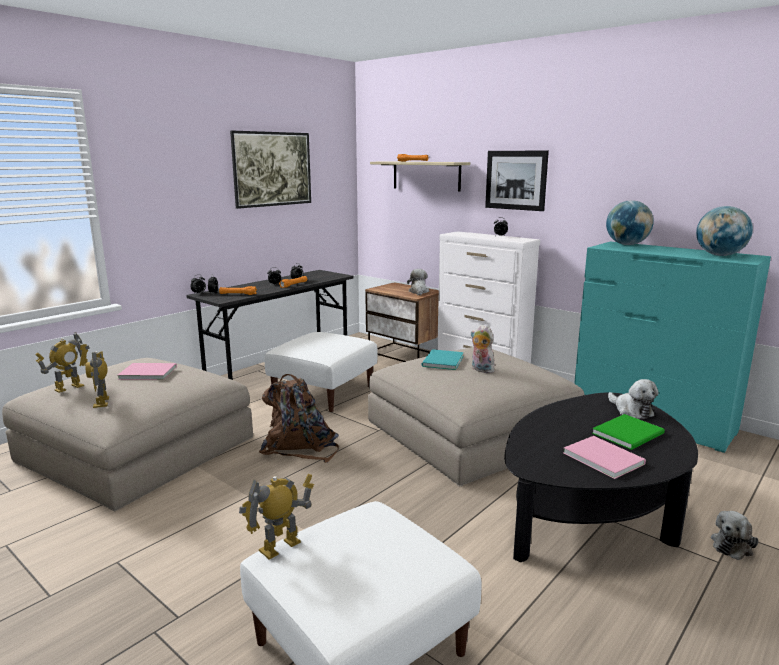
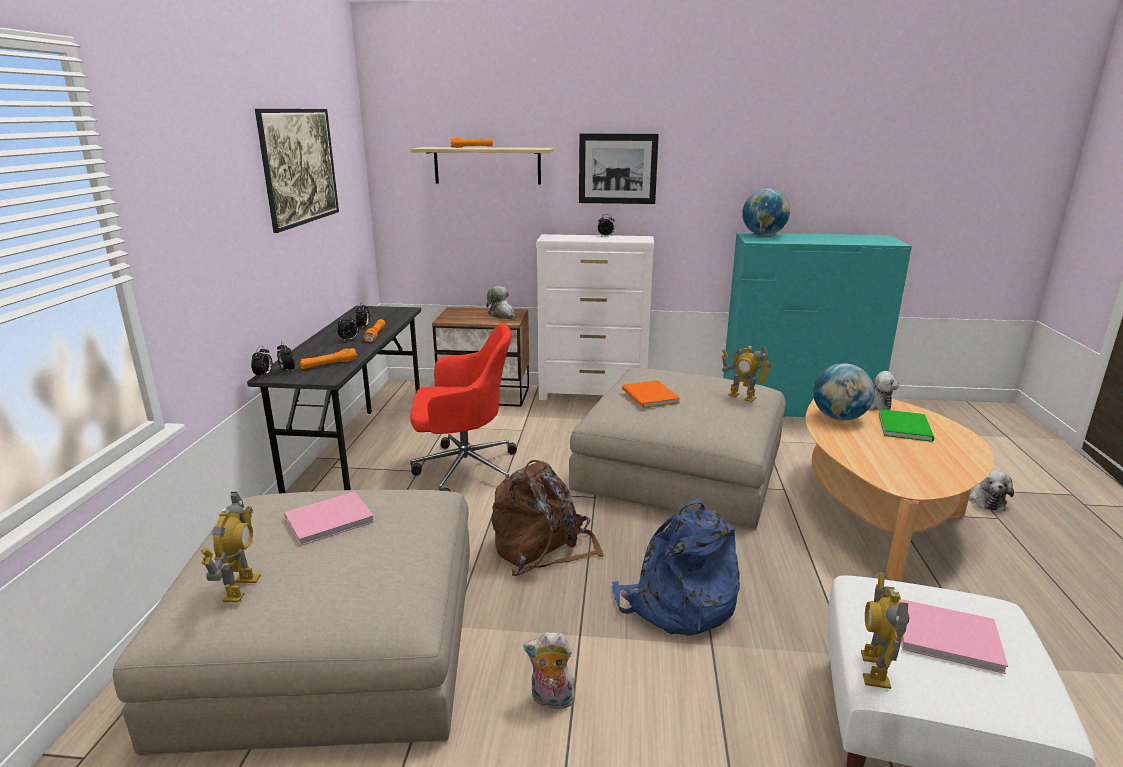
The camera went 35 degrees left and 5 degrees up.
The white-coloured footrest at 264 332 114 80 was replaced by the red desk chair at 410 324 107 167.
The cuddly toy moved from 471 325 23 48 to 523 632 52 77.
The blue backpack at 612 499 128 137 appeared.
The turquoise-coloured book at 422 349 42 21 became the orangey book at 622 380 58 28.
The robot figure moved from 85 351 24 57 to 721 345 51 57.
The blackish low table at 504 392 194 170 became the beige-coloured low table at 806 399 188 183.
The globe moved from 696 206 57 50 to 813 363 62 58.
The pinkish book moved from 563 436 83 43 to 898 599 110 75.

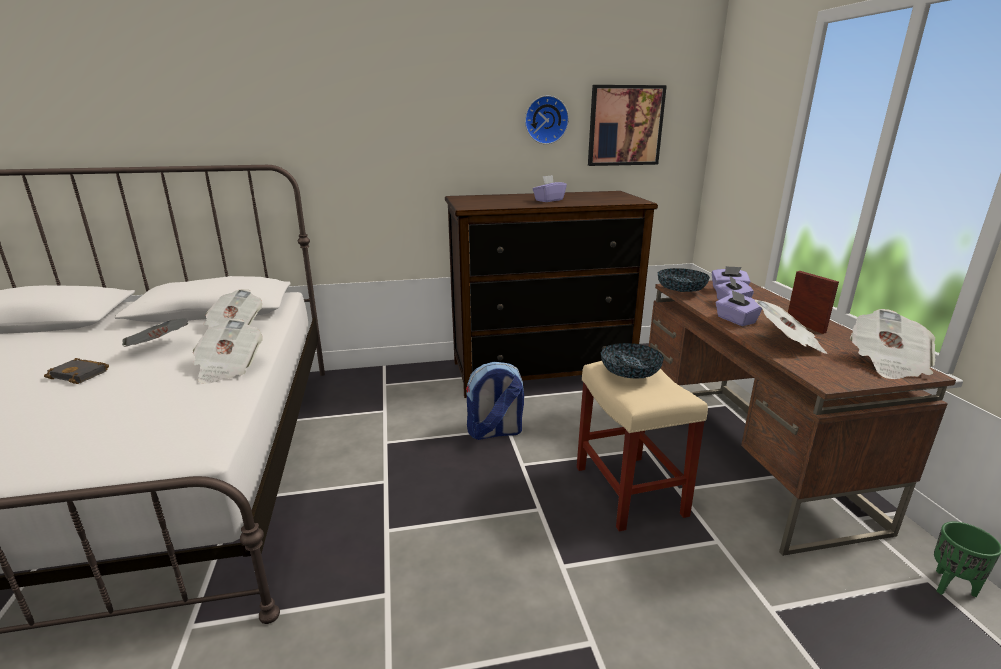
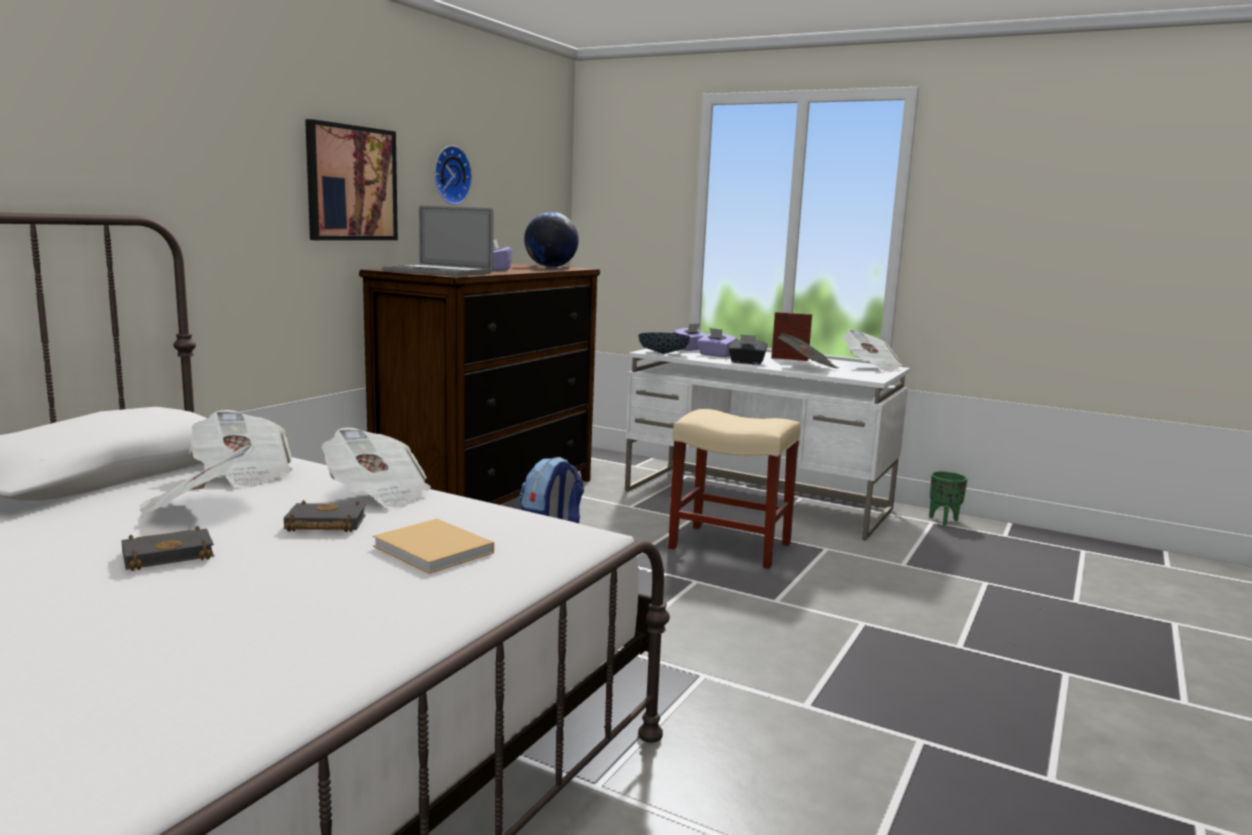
The camera went 50 degrees left and 10 degrees down.
The blackish book at 284 500 82 32 appeared.
The wall art moved from 588 85 79 81 to 305 119 93 121.
The beige-coloured book at 373 519 121 55 appeared.
The laptop at 382 205 112 71 appeared.
The globe at 524 212 55 55 appeared.
The brown-coloured desk table at 649 281 307 275 became the white-coloured desk table at 625 349 285 191.
The purple box of tissues at 716 290 46 36 became the blackish box of tissues at 729 334 39 31.
The bowl at 601 343 63 36 disappeared.

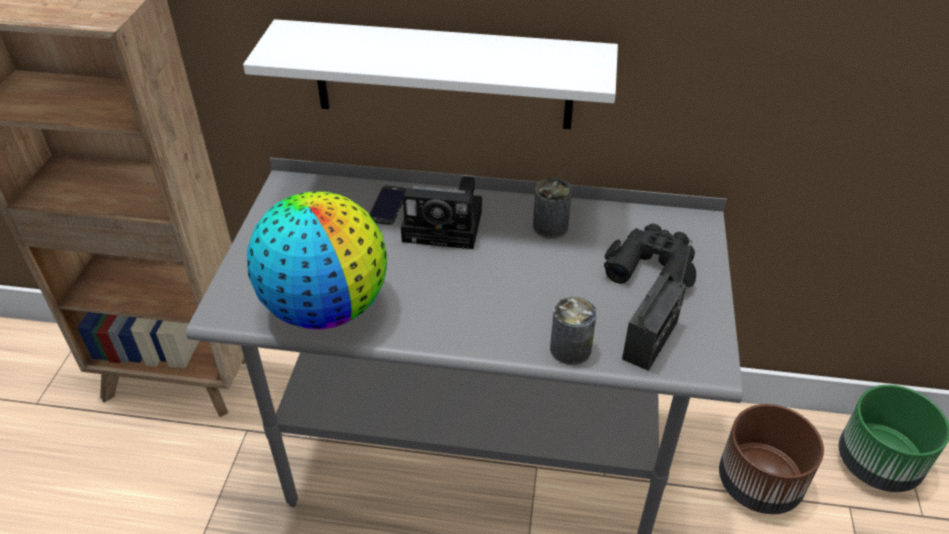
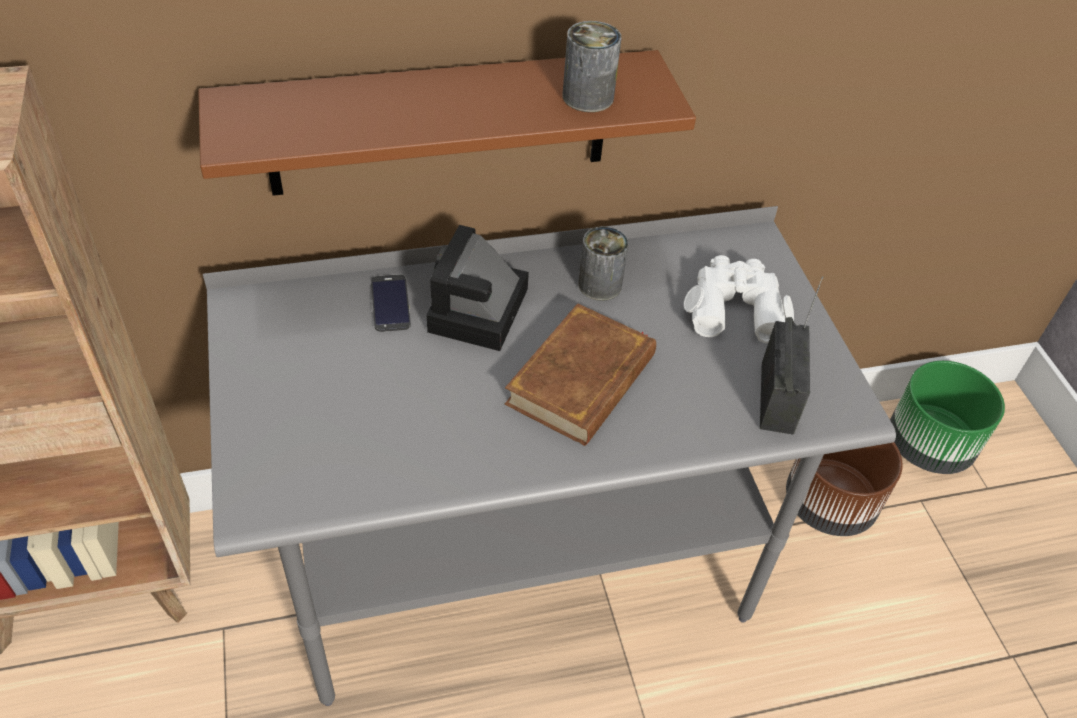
The camera went 25 degrees left and 5 degrees up.
The white-coloured wall shelf at 243 19 375 110 became the brown-coloured wall shelf at 198 50 498 146.
The photo camera at 401 176 81 73 turned 120 degrees clockwise.
The brown-coloured book at 505 303 151 143 appeared.
The metal can moved from 550 296 47 69 to 563 21 58 91.
The blackish binoculars at 604 223 92 64 became the white-coloured binoculars at 684 255 110 89.
The globe at 247 191 140 138 disappeared.

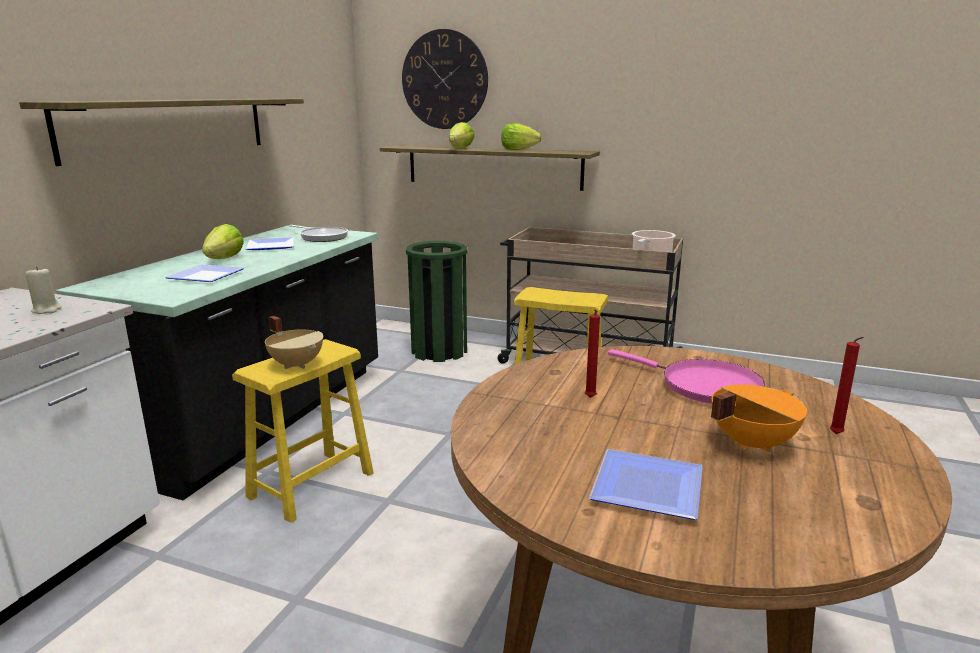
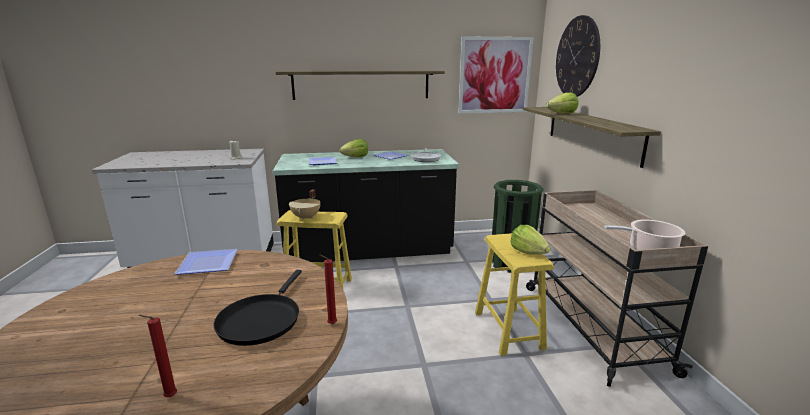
The camera went 60 degrees right and 0 degrees up.
The dinner plate moved from 589 449 114 71 to 174 249 64 26.
The pinkish frying pan at 608 349 157 55 became the blackish frying pan at 214 270 88 76.
The red wax candle moved from 585 309 15 89 to 319 254 18 70.
The wall art at 458 36 76 77 appeared.
The head of lettuce moved from 501 123 40 27 to 511 225 39 30.
The orangey cooking pot at 711 384 96 68 disappeared.

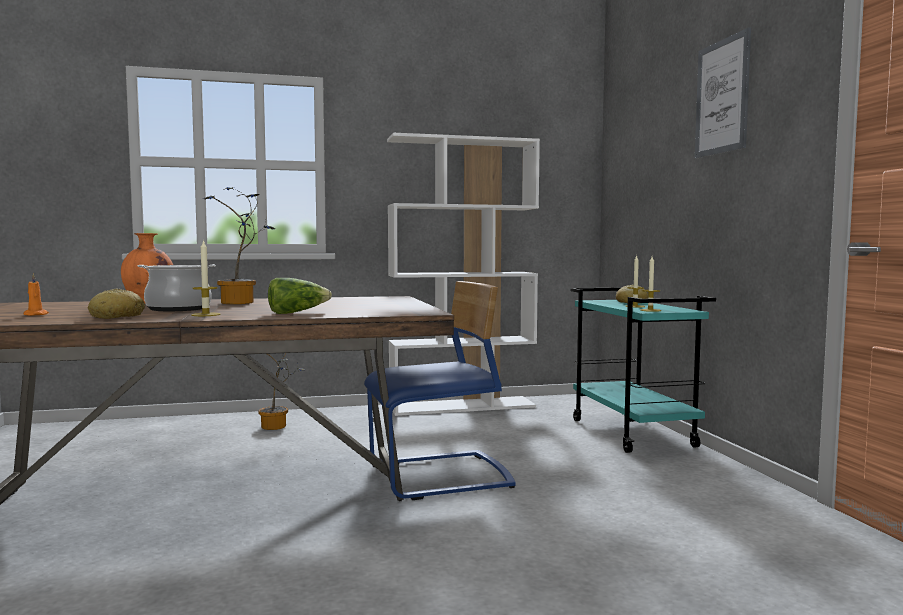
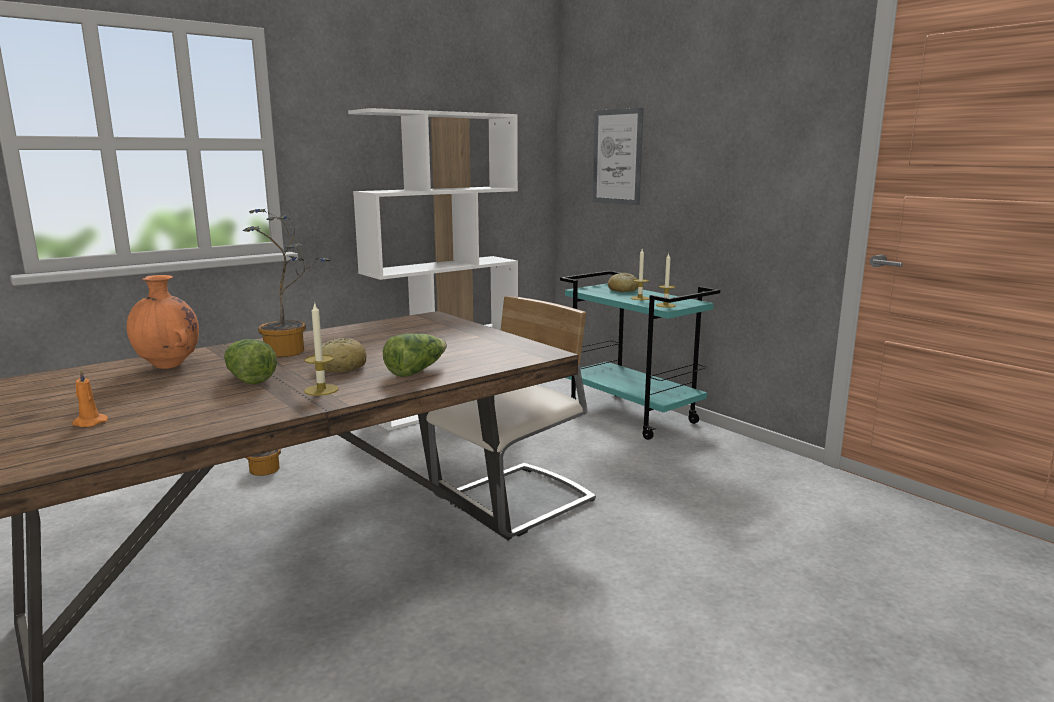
The camera went 25 degrees left and 10 degrees up.
The cooking pot at 138 264 78 47 was replaced by the head of lettuce at 224 339 53 45.
The bread moved from 87 289 58 30 to 314 338 52 35.
The blue plain chair at 364 281 152 219 became the beige-coloured plain chair at 426 296 170 241.
The wall art moved from 695 27 56 131 to 593 108 51 97.

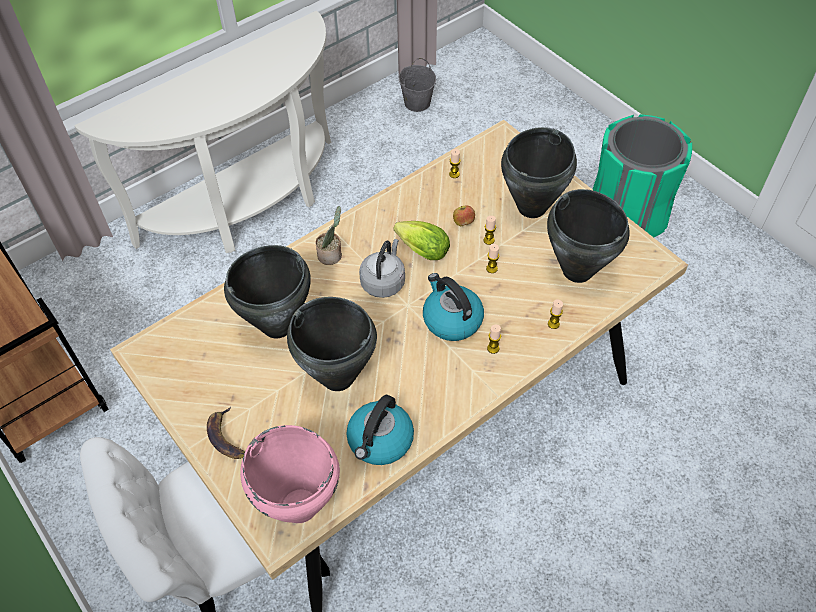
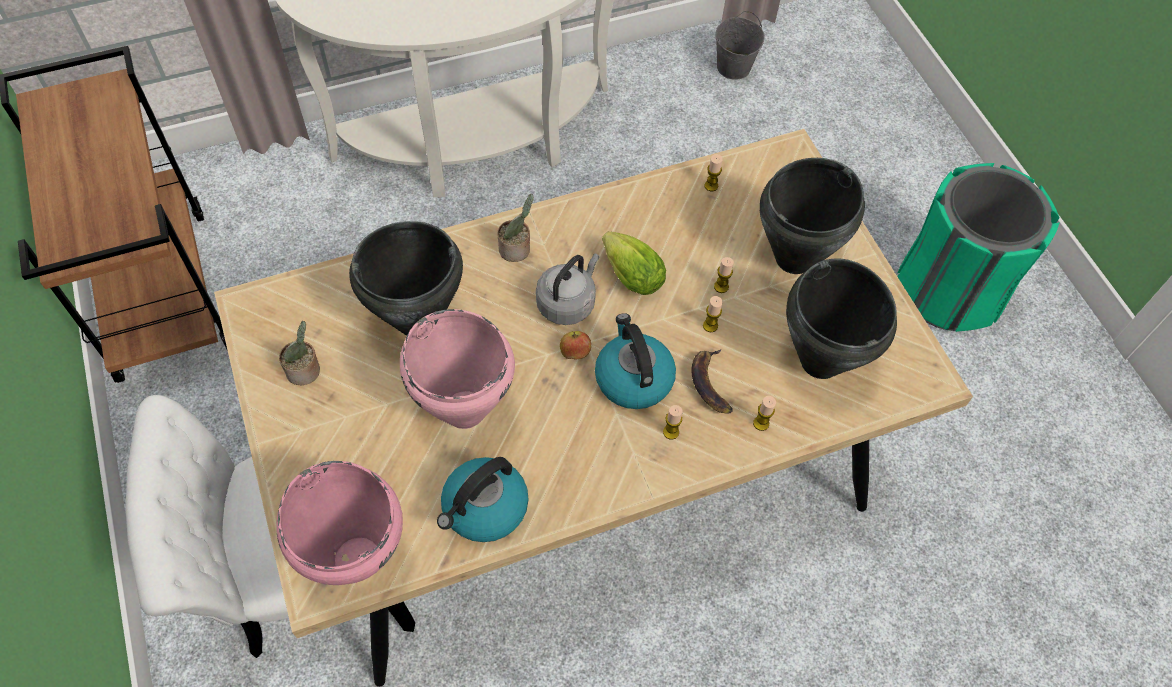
The camera went 15 degrees right and 5 degrees up.
The houseplant at 279 321 41 64 appeared.
The blackish cooking pot at 287 297 90 94 became the pinkish cooking pot at 400 309 115 120.
The whole apple moved from 453 206 22 20 to 560 331 31 29.
The banana fruit moved from 207 407 38 52 to 691 349 42 64.

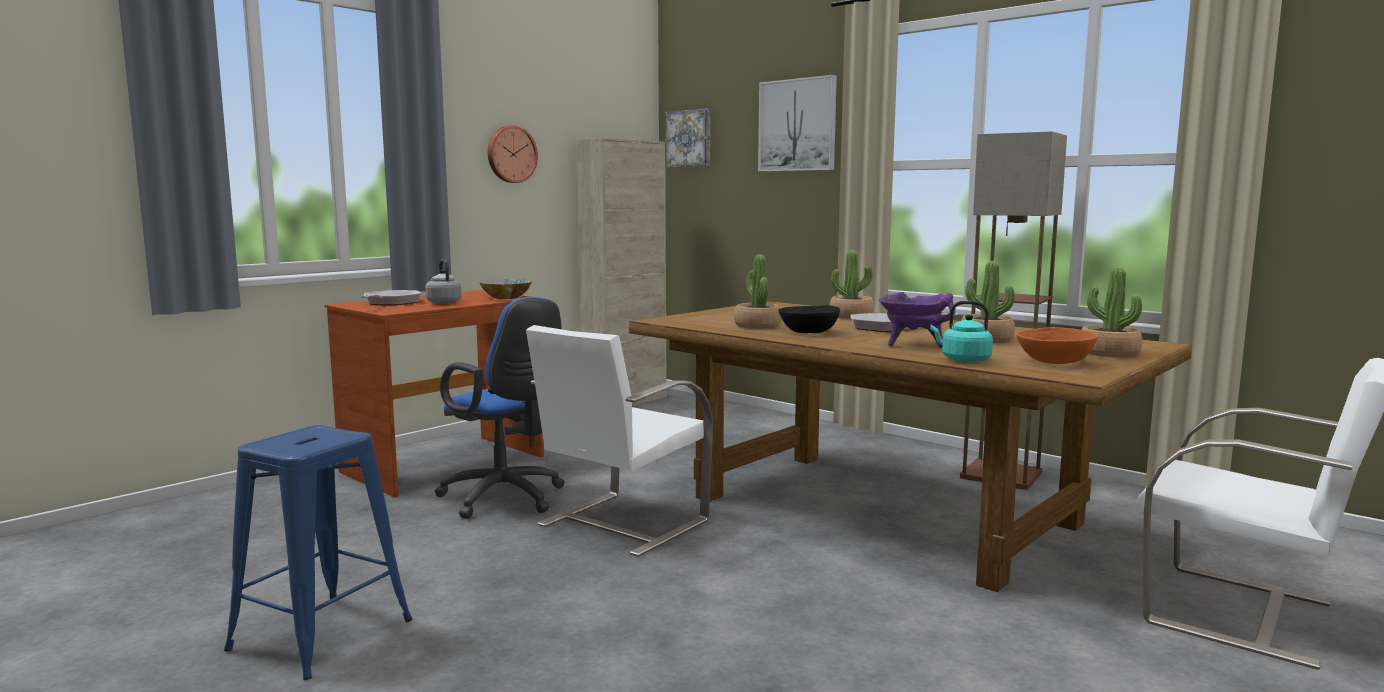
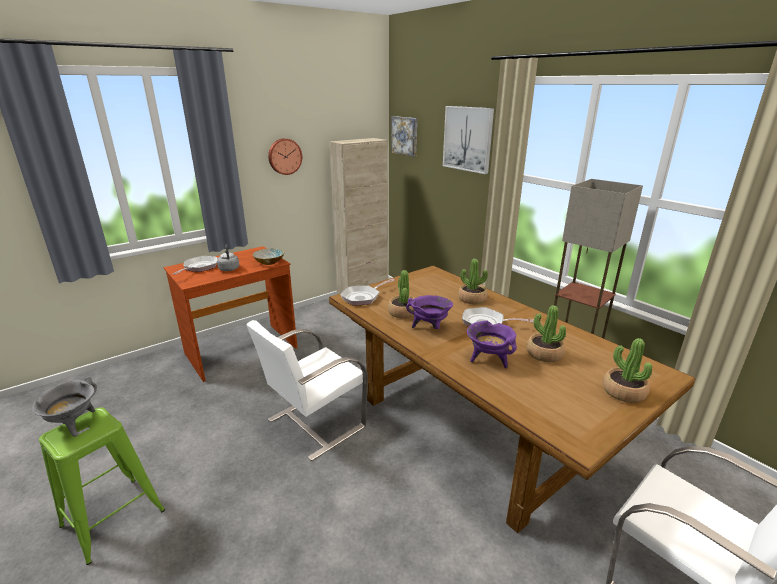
The camera went 10 degrees right and 15 degrees up.
The gray cooking pot at 32 376 65 61 appeared.
The blue stool seat at 224 425 188 255 became the green-coloured stool seat at 39 407 126 158.
The frying pan at 340 279 55 26 appeared.
The blackish bowl at 778 305 62 28 was replaced by the purple cooking pot at 406 295 47 34.
The blue desk chair at 435 297 130 222 disappeared.
The turquoise-coloured tea kettle at 930 301 63 62 disappeared.
The orangey bowl at 1016 327 82 37 disappeared.

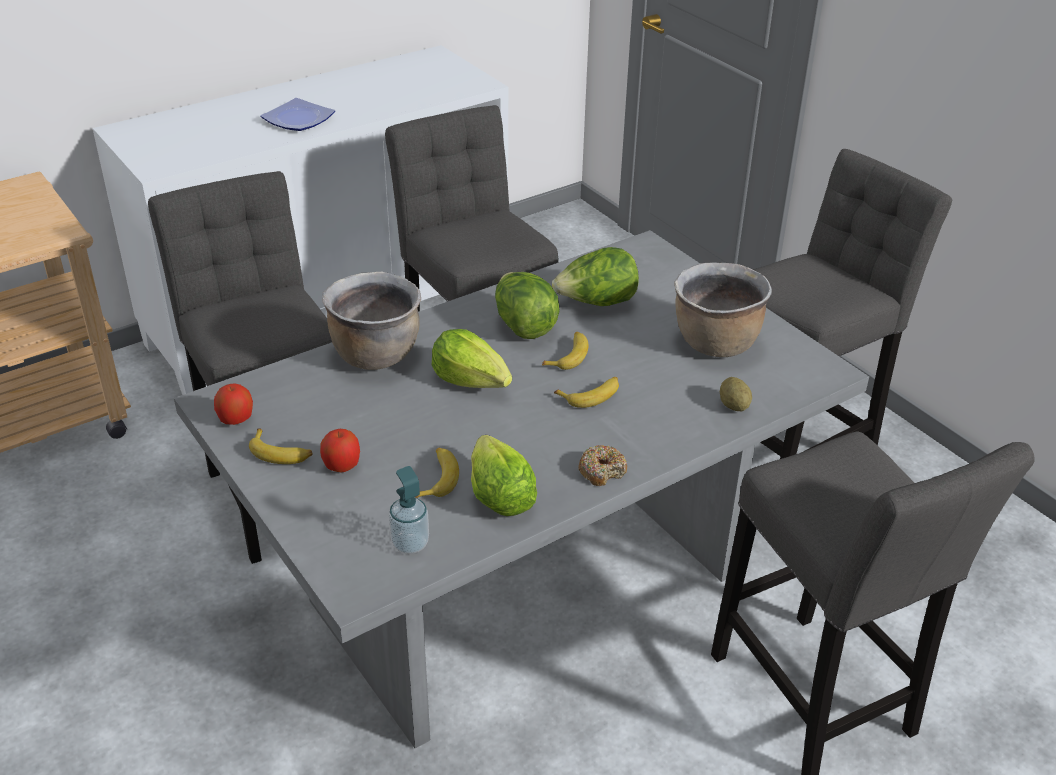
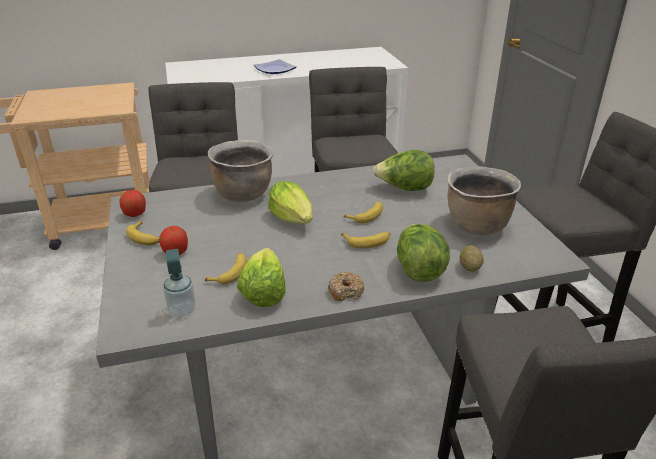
The camera went 20 degrees right and 5 degrees down.
The head of lettuce moved from 495 272 64 67 to 397 224 53 58.

